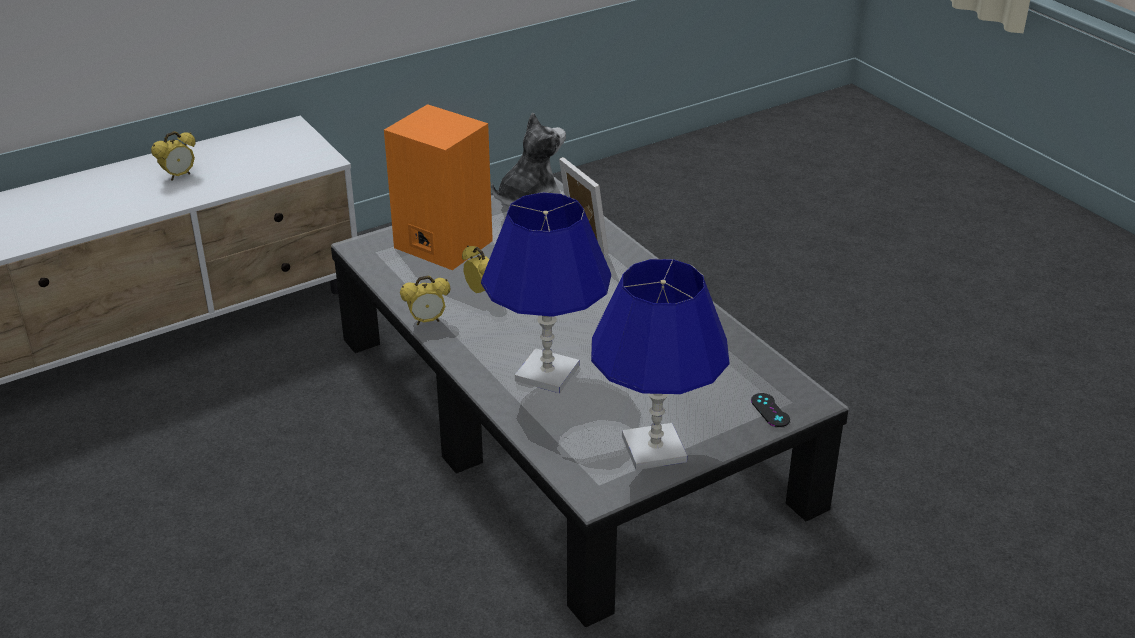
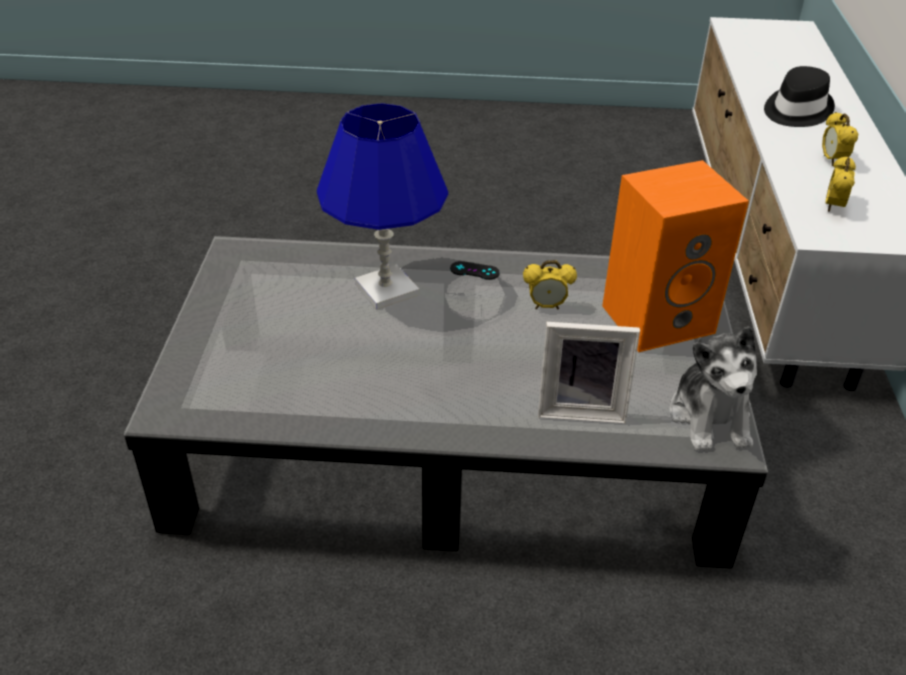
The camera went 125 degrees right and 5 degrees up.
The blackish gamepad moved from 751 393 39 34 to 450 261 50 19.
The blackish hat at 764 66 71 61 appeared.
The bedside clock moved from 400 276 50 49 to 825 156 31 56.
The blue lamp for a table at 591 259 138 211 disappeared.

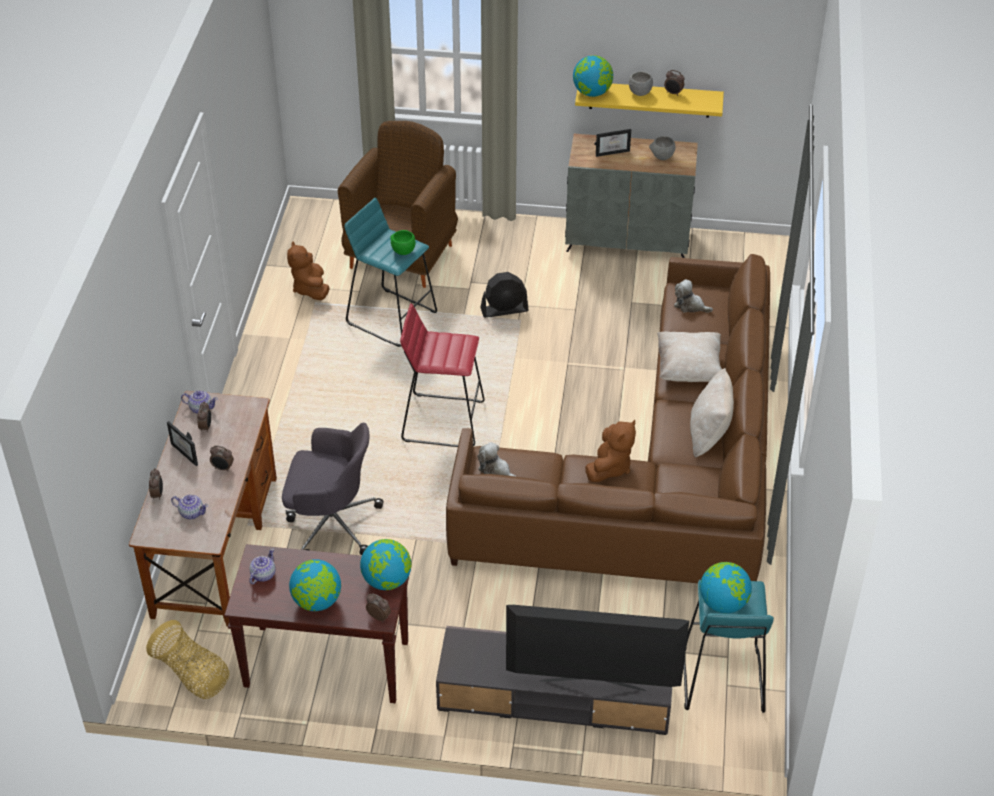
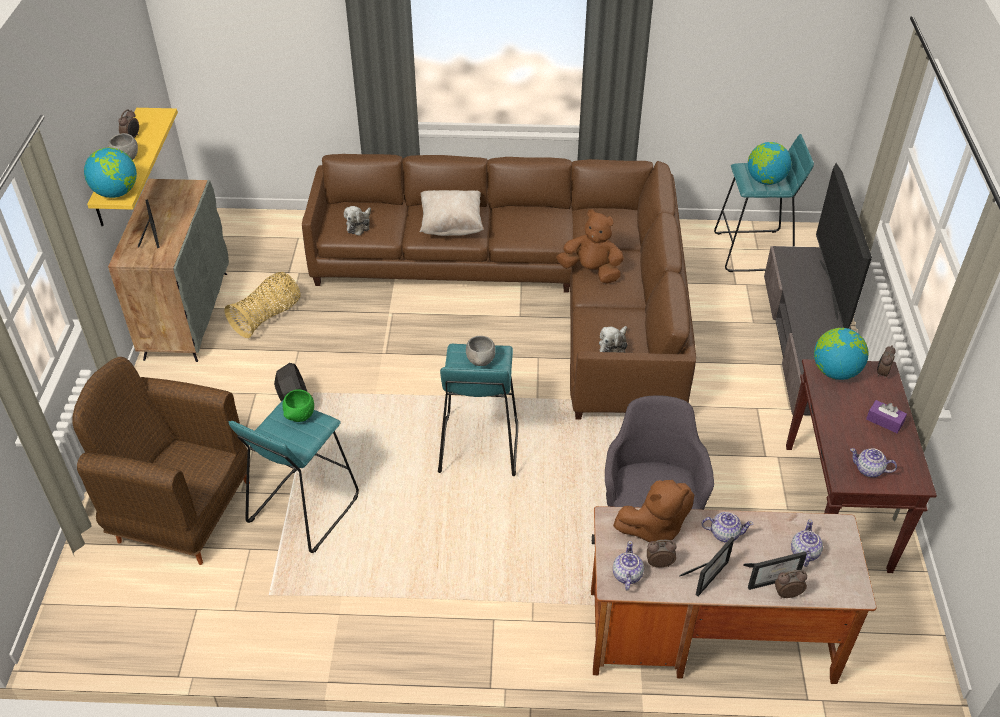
The camera went 95 degrees left and 0 degrees up.
The basket moved from 146 620 83 79 to 224 272 76 66.
The red stool seat at 400 303 85 144 became the turquoise-coloured stool seat at 438 344 80 132.
The gray bowl moved from 649 136 26 24 to 466 336 30 30.
The brown-coloured cuddly toy moved from 287 242 43 58 to 613 480 81 62.
The bedside clock at 210 446 24 26 was replaced by the tea pot at 701 512 52 31.
The picture frame at 743 551 64 39 appeared.
The globe at 289 560 52 51 was replaced by the purple box of tissues at 866 400 41 33.
The beige-coloured cushion at 690 368 44 90 disappeared.

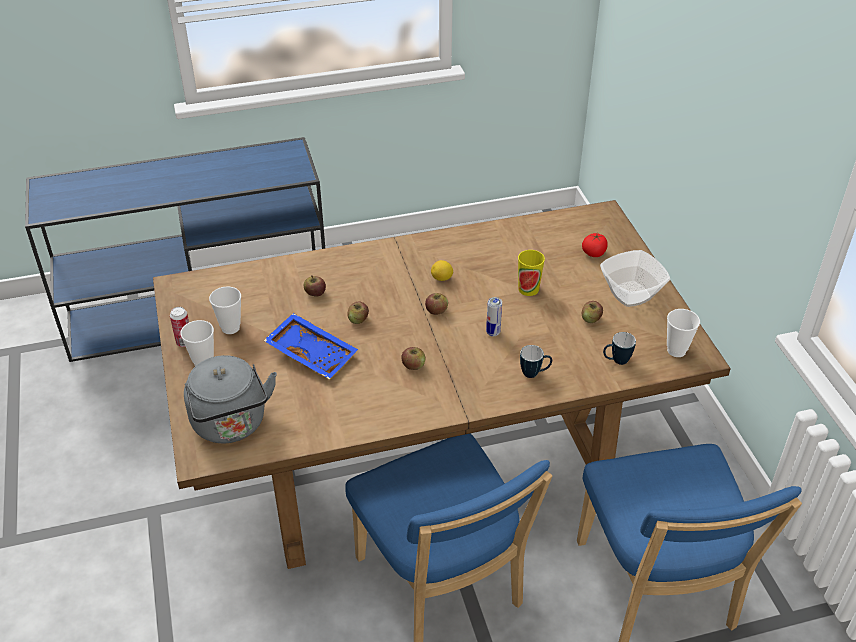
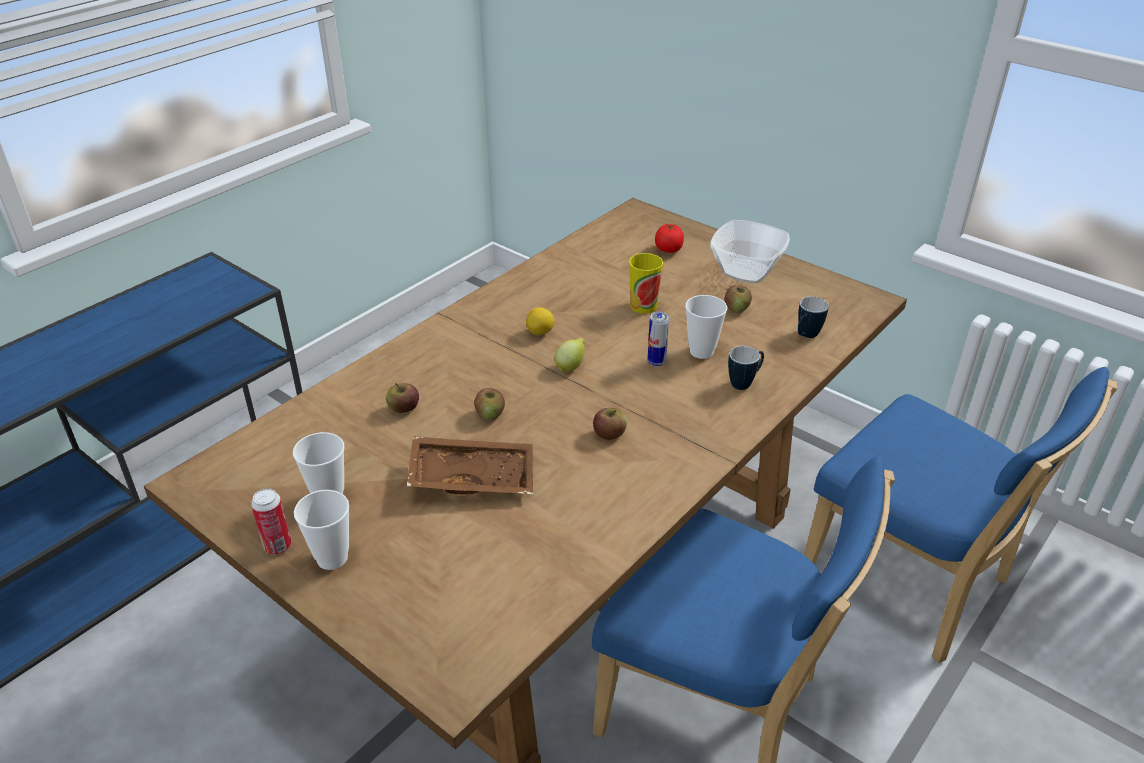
The camera went 35 degrees left and 5 degrees down.
The blue serving tray at 264 313 94 66 became the brown-coloured serving tray at 407 436 126 58.
The whole apple at 425 293 23 22 was replaced by the whole lemon at 555 338 30 34.
The cup moved from 667 309 33 48 to 685 295 42 64.
The gray tea kettle at 184 355 93 88 disappeared.

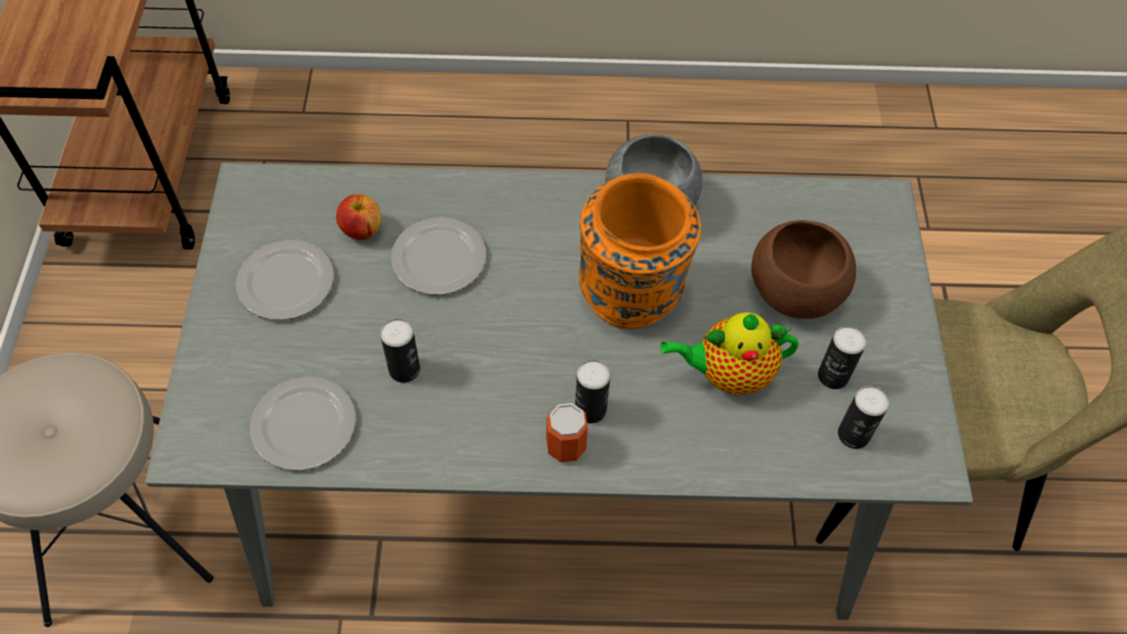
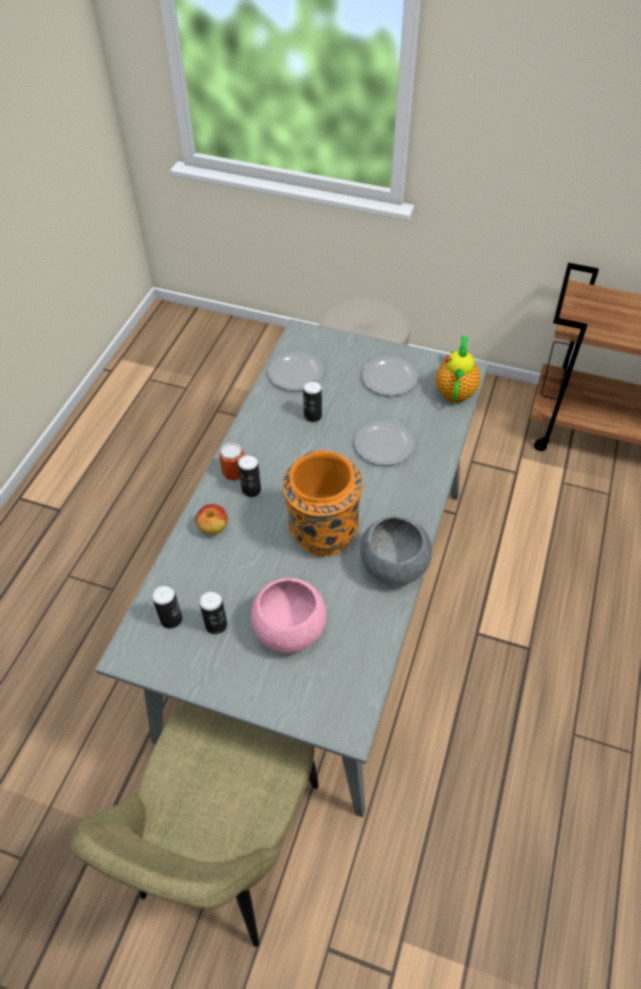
The camera went 110 degrees right and 5 degrees down.
The whole apple moved from 336 194 46 46 to 196 504 32 31.
The brown-coloured bowl at 751 220 105 99 became the pinkish bowl at 251 578 76 75.
The tea pot moved from 660 312 139 83 to 436 337 44 66.

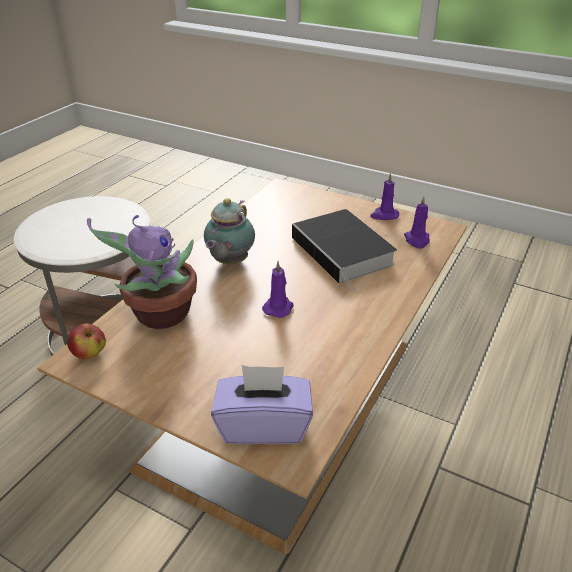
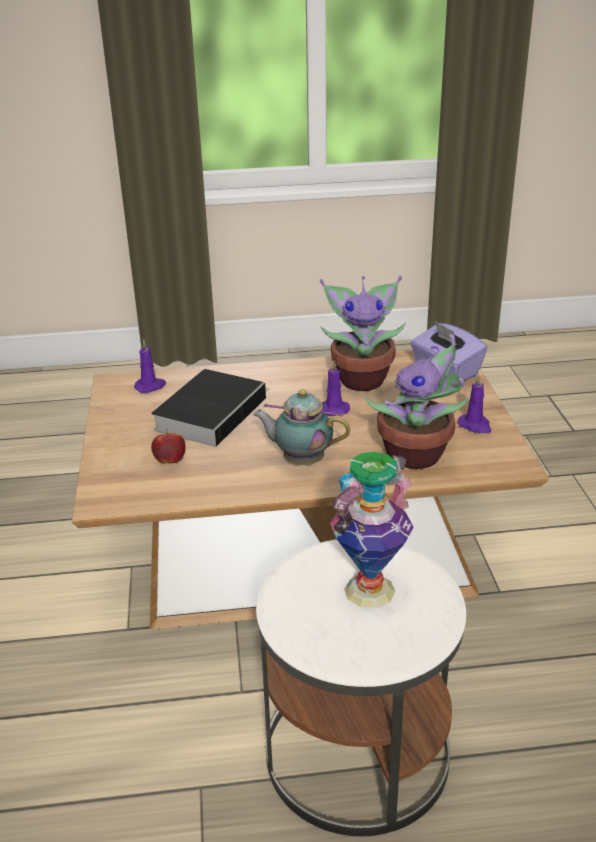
The camera went 125 degrees left and 5 degrees down.
The whole apple moved from 67 323 39 36 to 151 429 35 34.
The tea pot at 204 198 51 67 turned 150 degrees counterclockwise.
The houseplant at 320 276 86 115 appeared.
The decorative vase at 330 452 83 156 appeared.
The purple wax candle moved from 371 173 28 47 to 458 375 33 58.

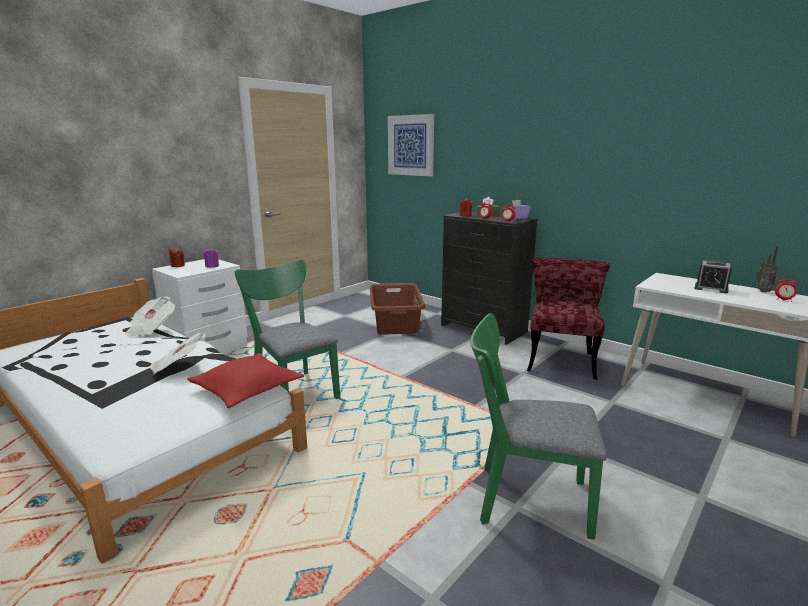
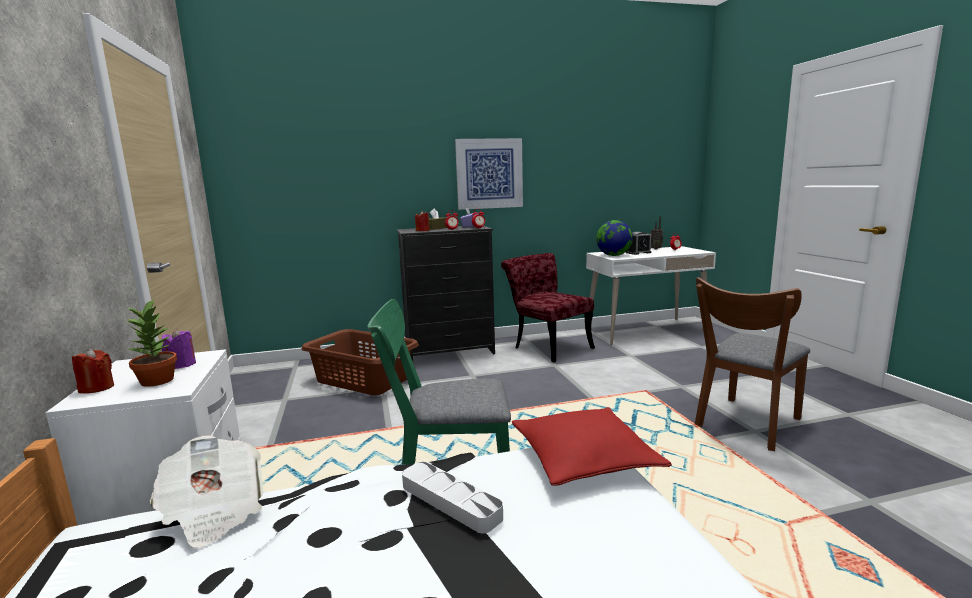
The camera went 55 degrees left and 5 degrees down.
The houseplant at 125 299 52 88 appeared.
The printed paper at 150 332 55 43 was replaced by the gray serving tray at 402 462 101 71.
The wall art moved from 388 114 46 63 to 455 138 68 72.
The globe at 596 220 37 36 appeared.
The green-coloured plain chair at 470 313 137 227 became the brown-coloured plain chair at 695 277 115 174.

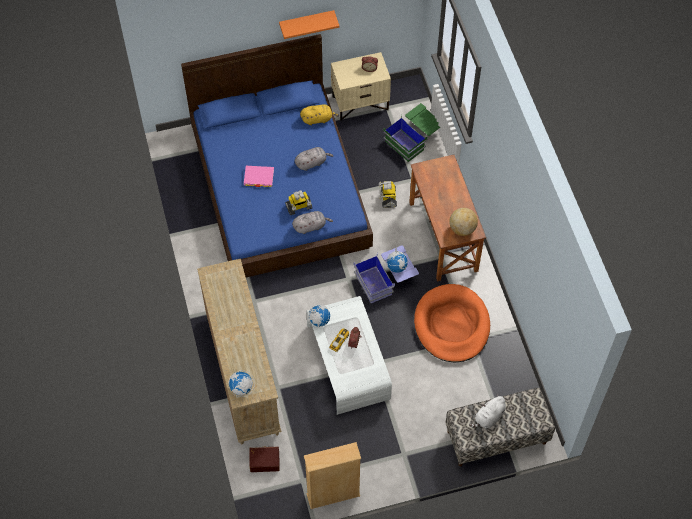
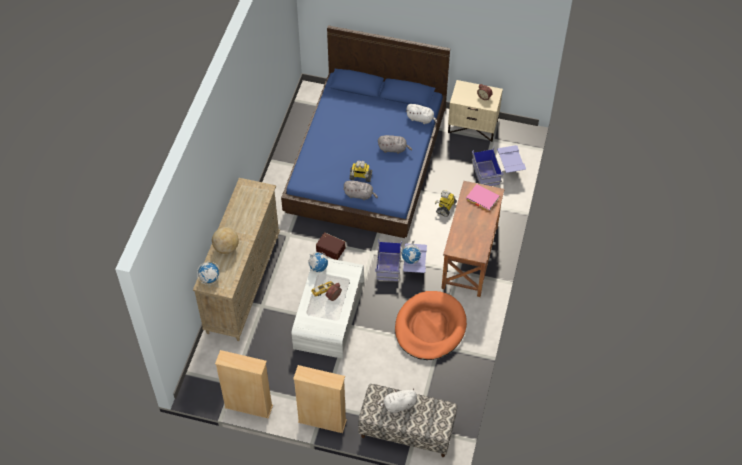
The camera went 30 degrees right and 5 degrees down.
The globe moved from 449 208 29 28 to 212 227 27 27.
The beige-coloured shelving unit at 293 365 54 68 appeared.
The brown-coloured storage container moved from 249 447 31 25 to 316 232 29 28.
The yellowish cuddly toy at 300 104 39 21 became the white-coloured cuddly toy at 406 104 32 20.
The pinkish book moved from 244 166 30 21 to 466 184 33 27.
The green-coloured storage container at 383 103 57 59 became the blue storage container at 472 145 54 41.
The orangey wall shelf at 279 10 61 29 disappeared.

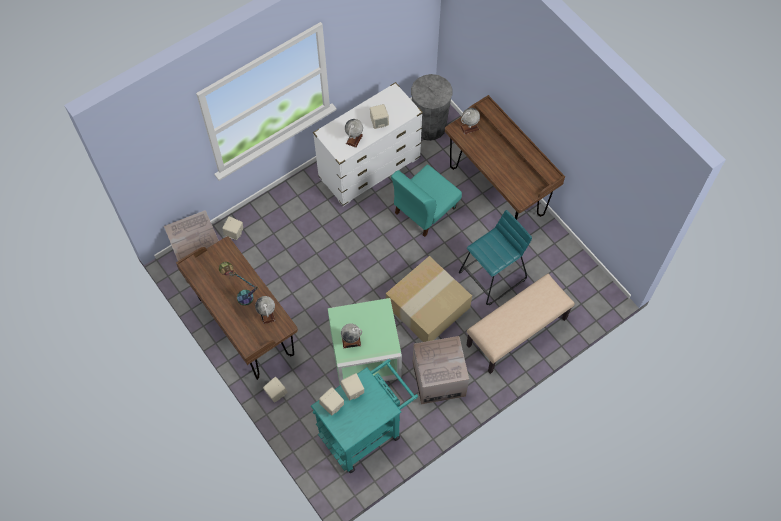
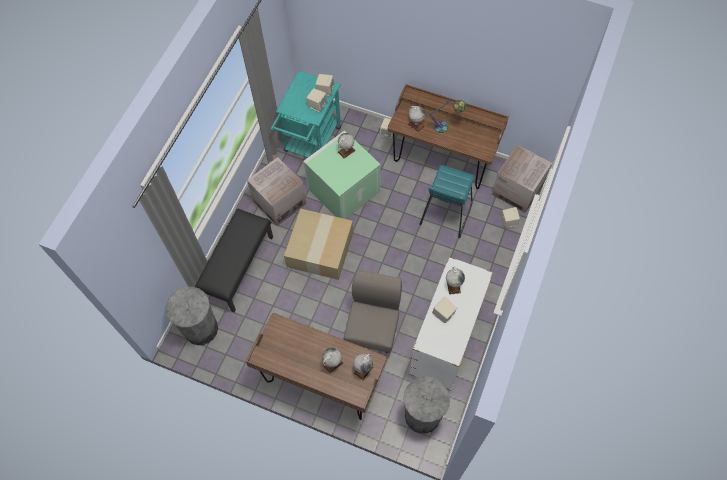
The camera went 150 degrees right and 0 degrees up.
The gray waste bin at 165 287 53 58 appeared.
The beige-coloured indoor bench at 467 274 108 100 became the blackish indoor bench at 195 208 78 105.
The globe at 322 348 21 26 appeared.
The turquoise-coloured plain chair at 391 165 71 72 became the gray plain chair at 344 270 58 83.
The turquoise-coloured stool seat moved from 459 210 73 95 to 419 165 56 73.

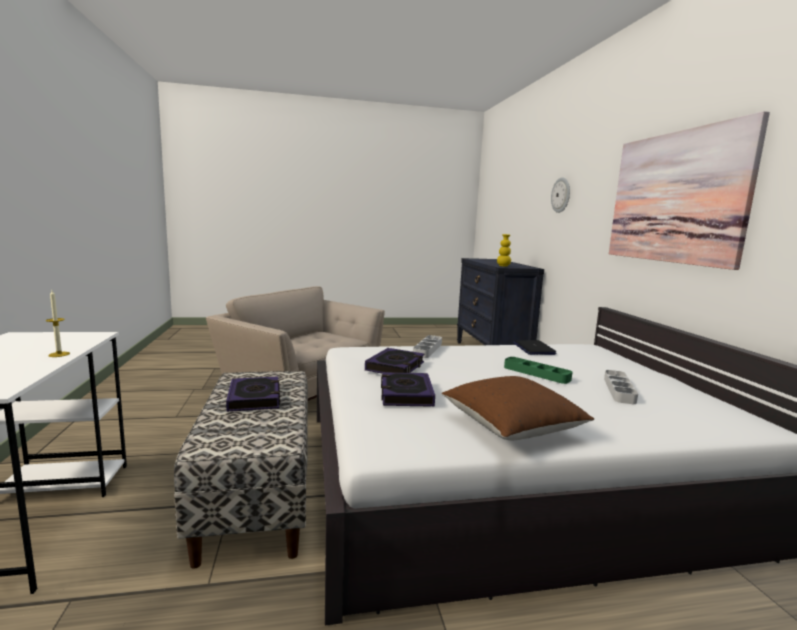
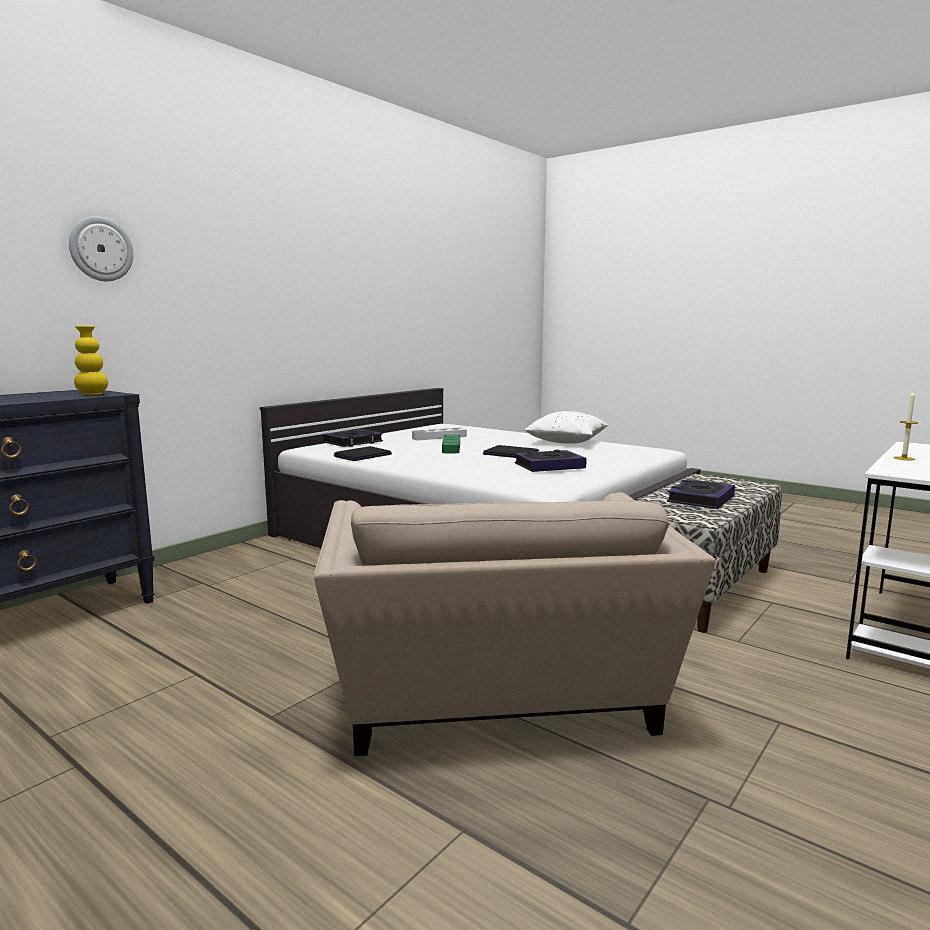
The camera went 130 degrees left and 0 degrees up.
The book moved from 381 372 54 35 to 322 429 61 18.
The laptop at 483 445 56 13 appeared.
The brown-coloured cushion at 442 376 152 64 became the white-coloured cushion at 524 411 84 33.
The gray serving tray at 413 335 29 23 disappeared.
The wall art at 609 111 161 159 disappeared.

